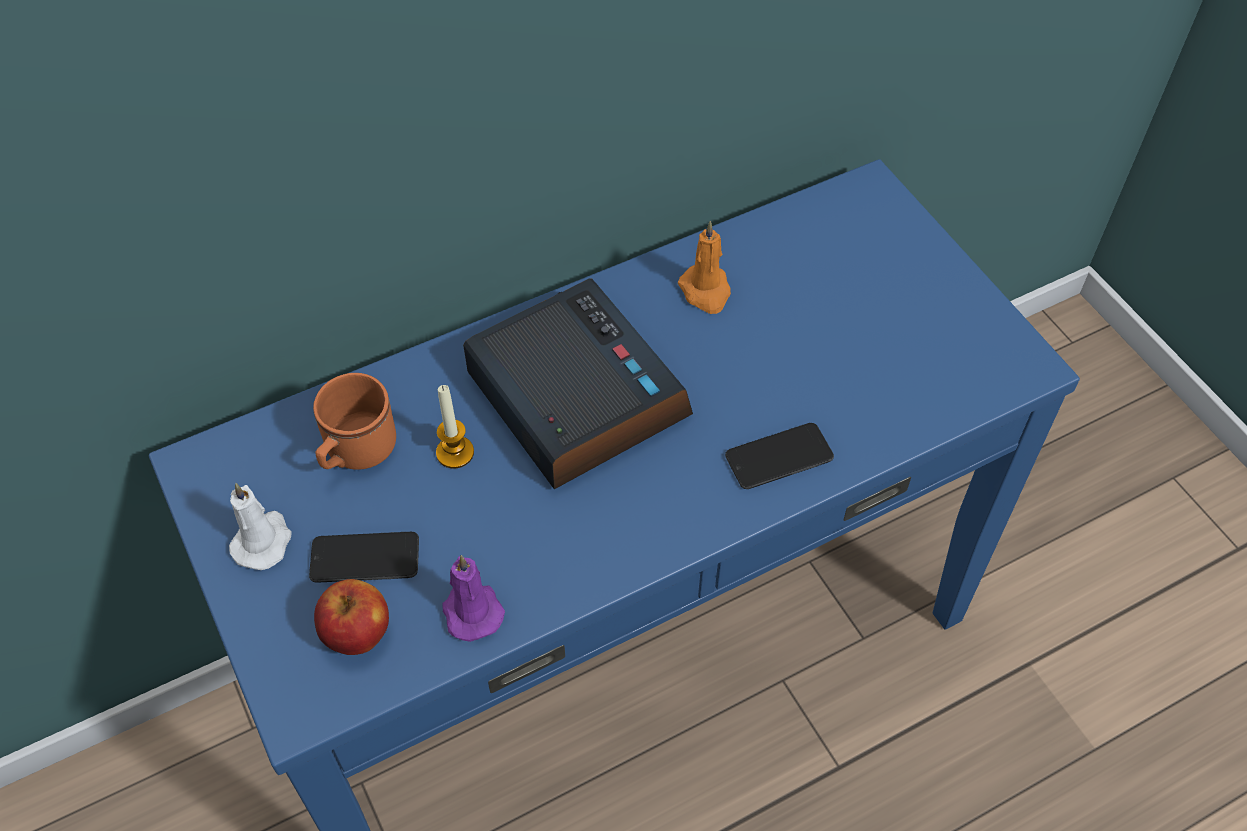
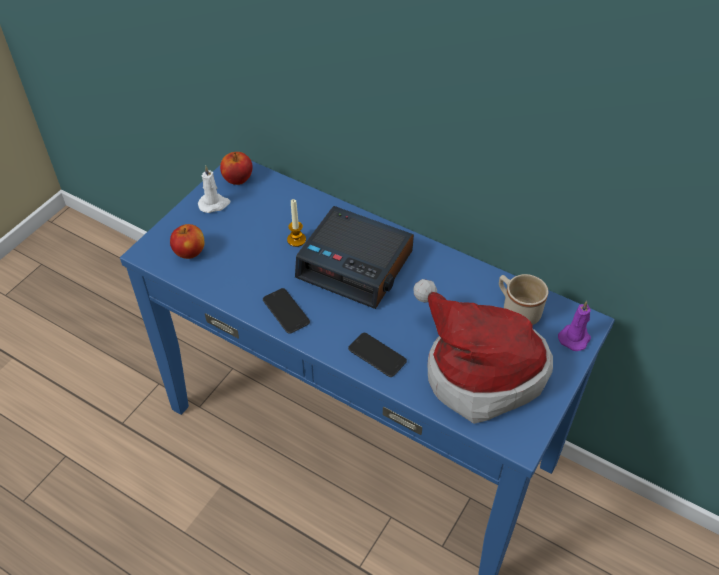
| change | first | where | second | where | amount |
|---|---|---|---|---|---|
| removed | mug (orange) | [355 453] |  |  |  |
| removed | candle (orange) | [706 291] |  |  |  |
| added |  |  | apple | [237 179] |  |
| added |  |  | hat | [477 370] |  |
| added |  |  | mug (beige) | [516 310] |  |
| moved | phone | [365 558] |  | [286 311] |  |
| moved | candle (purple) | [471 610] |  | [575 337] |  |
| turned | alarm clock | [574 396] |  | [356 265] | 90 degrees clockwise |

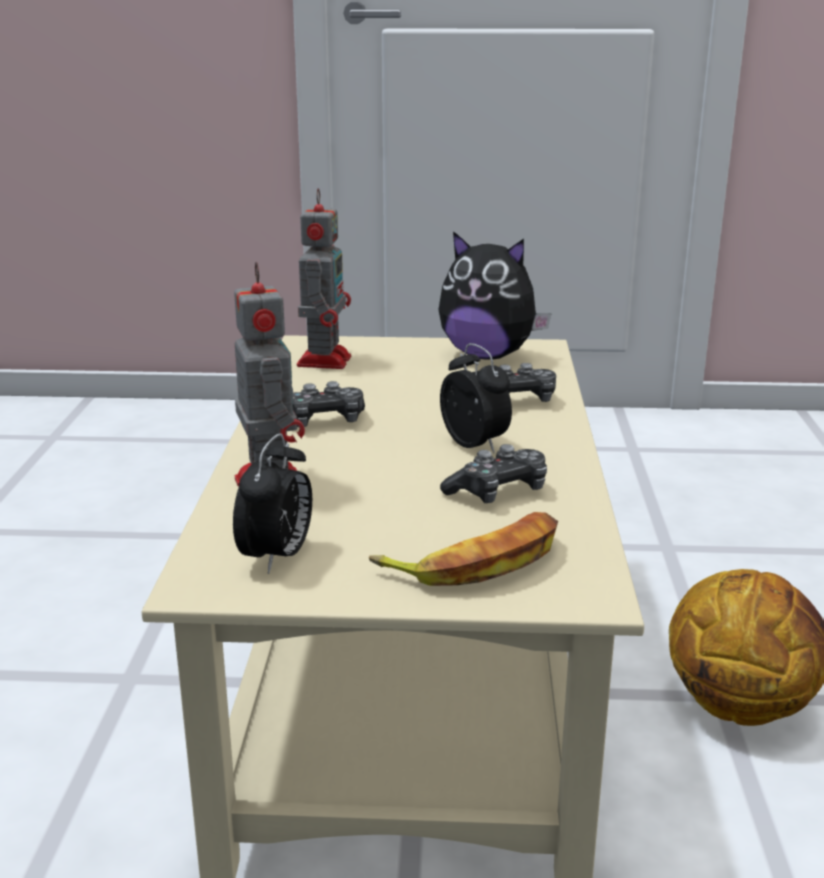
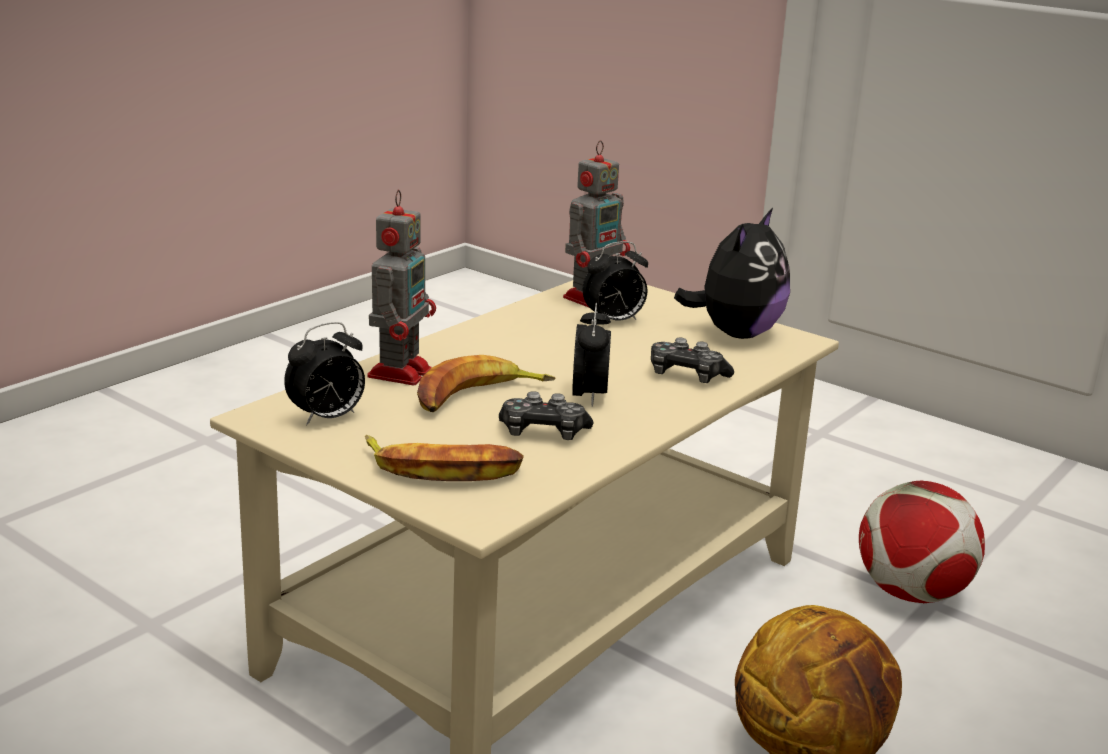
| change | first | where | second | where | amount |
|---|---|---|---|---|---|
| removed | game controller | [323 421] |  |  |  |
| added |  |  | banana | [478 397] |  |
| added |  |  | alarm clock | [614 321] |  |
| added |  |  | football | [912 593] |  |
| turned | plush toy | [488 355] |  | [735 333] | 120 degrees counterclockwise |

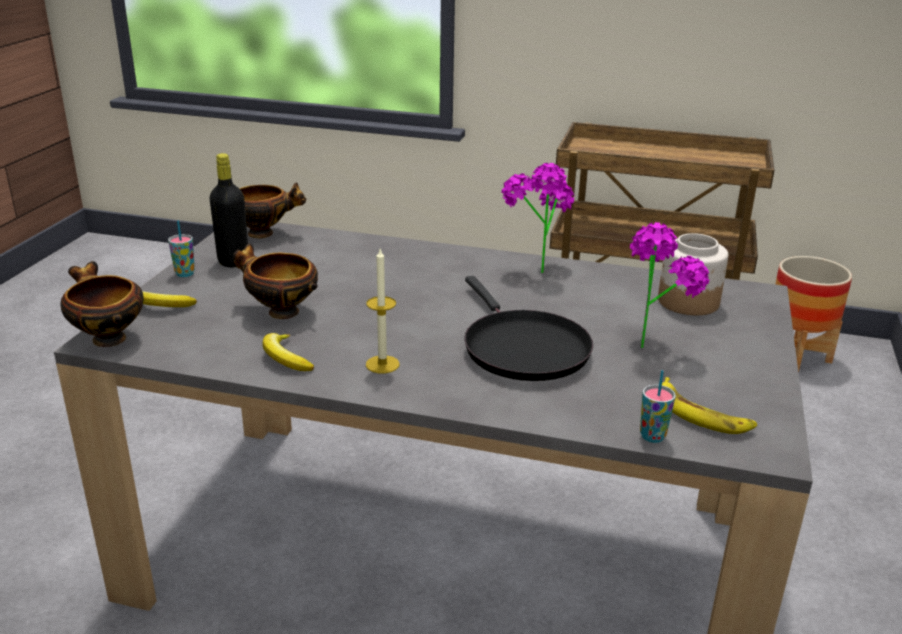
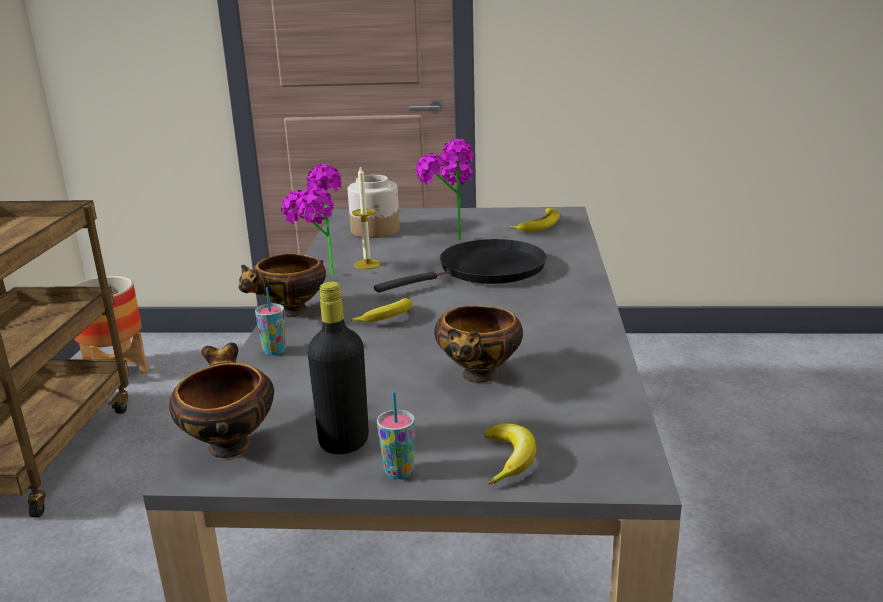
| change | first | where | second | where | amount |
|---|---|---|---|---|---|
| moved | bowl | [107 338] |  | [290 313] |  |
| moved | banana | [285 358] |  | [387 318] |  |
| moved | candle | [382 364] |  | [367 264] |  |
| moved | cup | [652 436] |  | [274 351] |  |

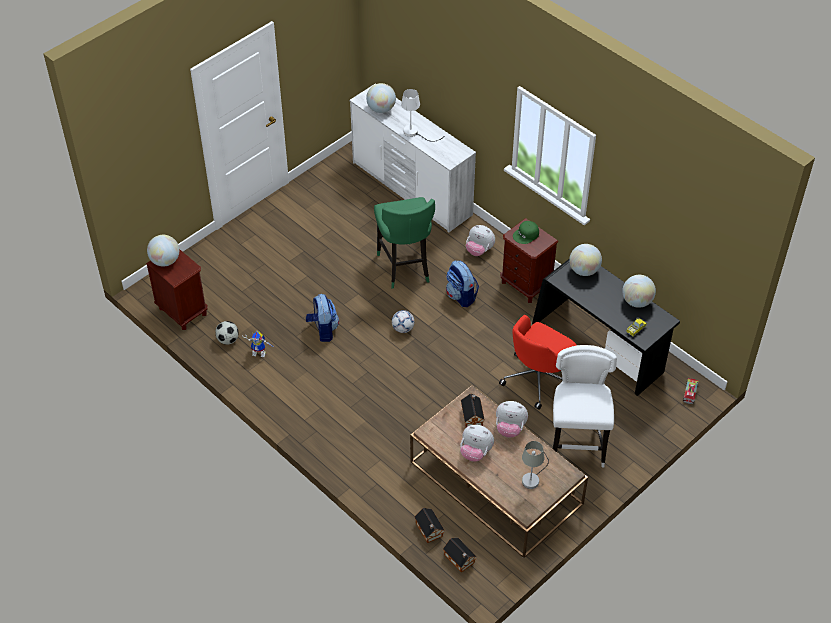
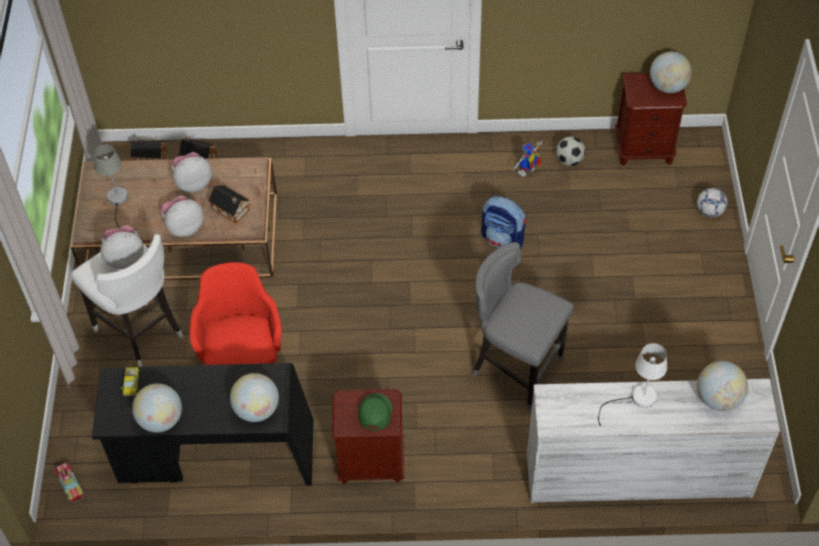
| change | first | where | second | where | amount |
|---|---|---|---|---|---|
| removed | backpack | [461 296] |  |  |  |
| moved | football | [403 328] |  | [709 211] |  |
| moved | plush toy | [479 250] |  | [125 258] |  |
| recoloured | stool (green) | [405 268] | stool (grey) | [515 369] |  |

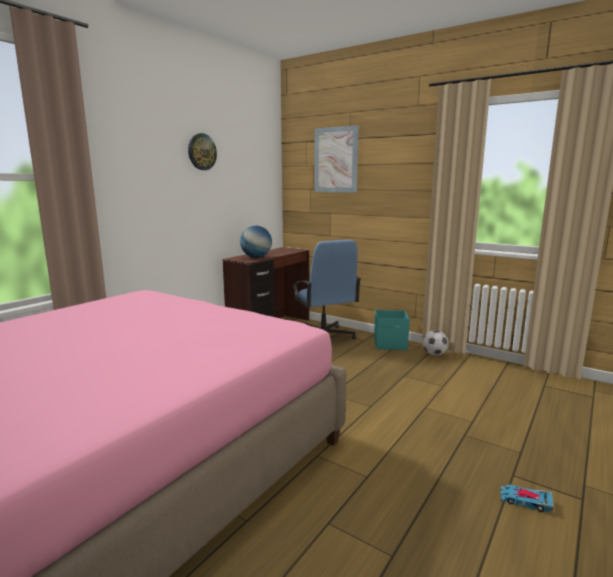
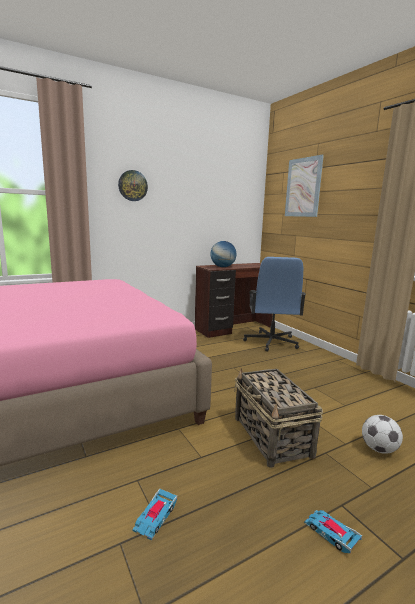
| change | first | where | second | where | amount |
|---|---|---|---|---|---|
| removed | storage box (turquoise) | [390 344] |  |  |  |
| added |  |  | toy car | [155 517] |  |
| added |  |  | basket | [272 437] |  |
| moved | wall clock | [202 152] |  | [132 185] |  |
| moved | football | [434 354] |  | [379 449] |  |

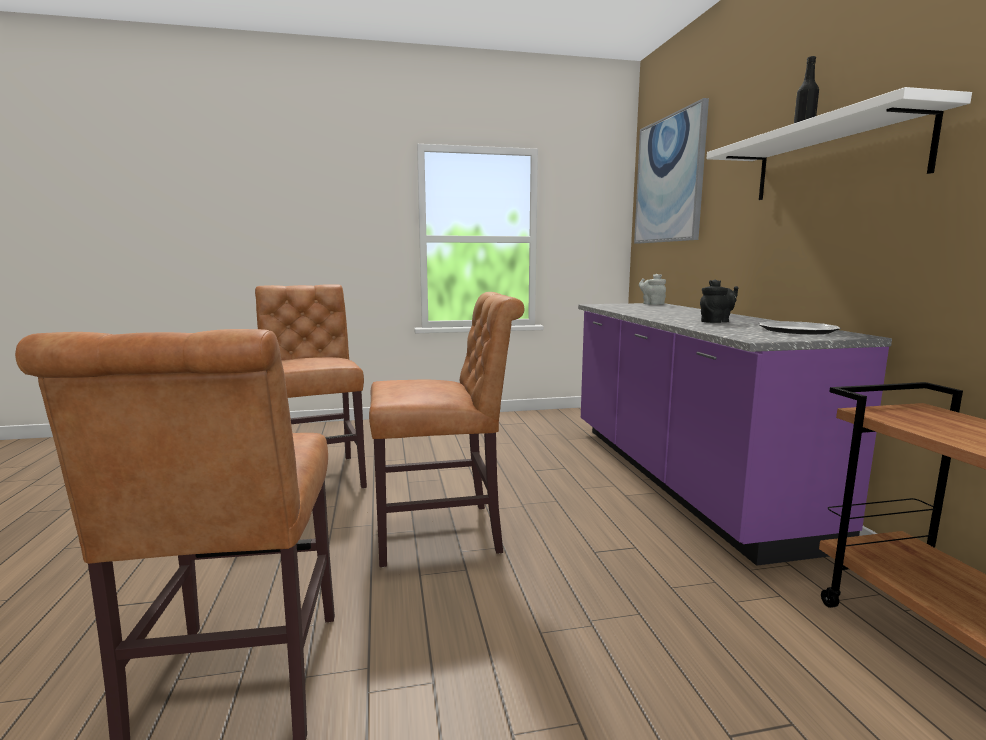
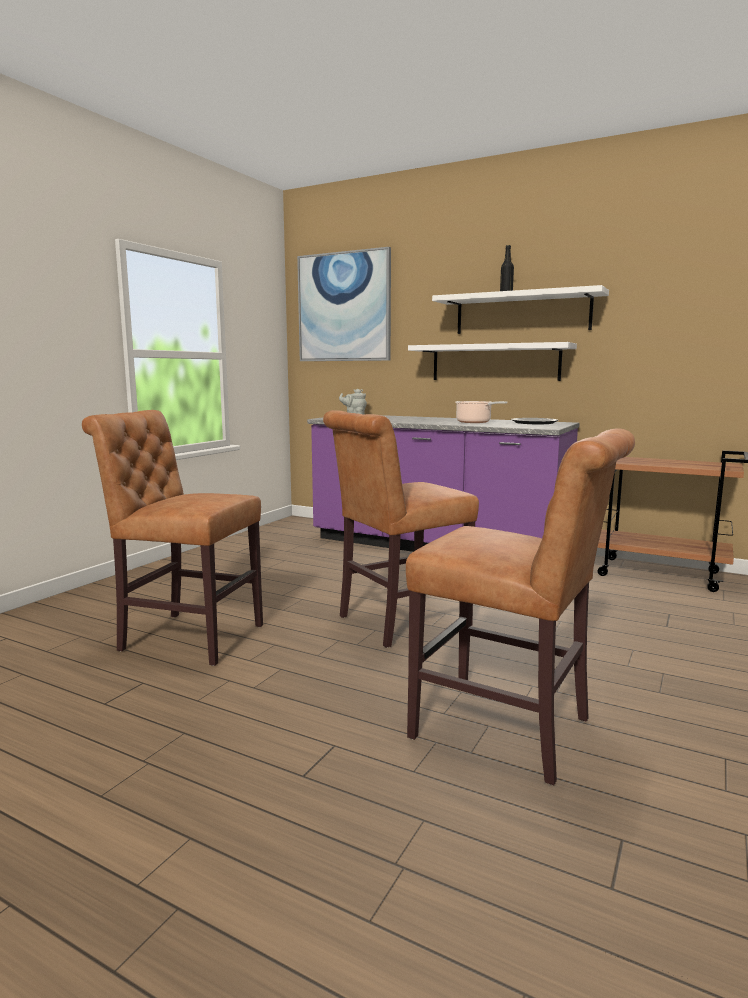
| change | first | where | second | where | amount |
|---|---|---|---|---|---|
| added |  |  | shelf (white) | [495 362] |  |
| replaced | teapot (black) | [716 322] | cooking pot | [475 422] |  |
| turned | chair (brown) | [445 533] |  | [397 622] | 150 degrees counterclockwise |

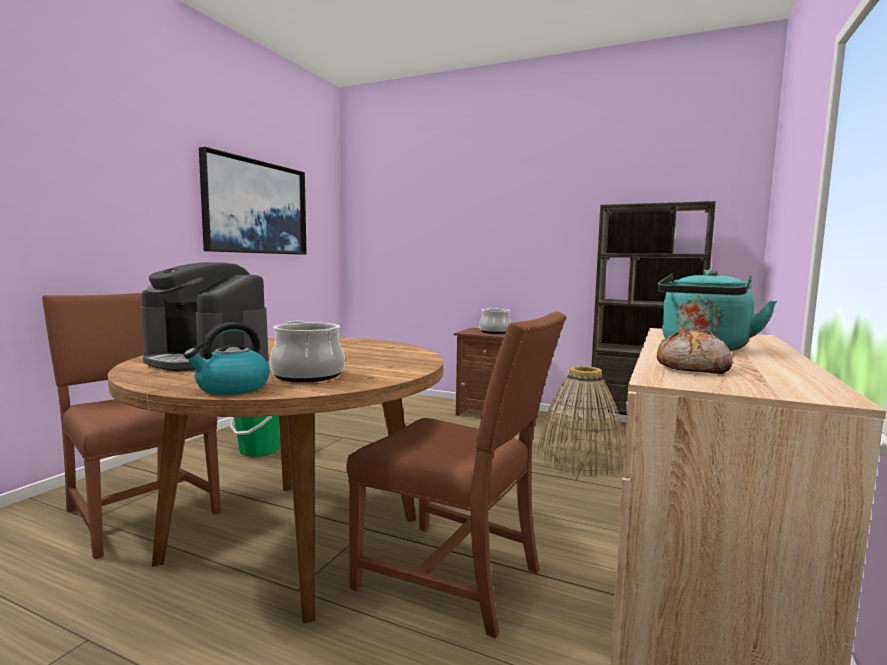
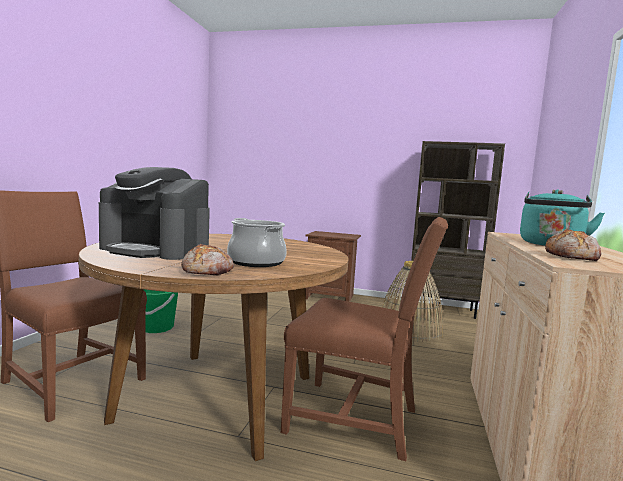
| change | first | where | second | where | amount |
|---|---|---|---|---|---|
| removed | picture | [256 207] |  |  |  |
| removed | cooking pot | [495 332] |  |  |  |
| replaced | kettle | [232 388] | bread | [208 271] |  |

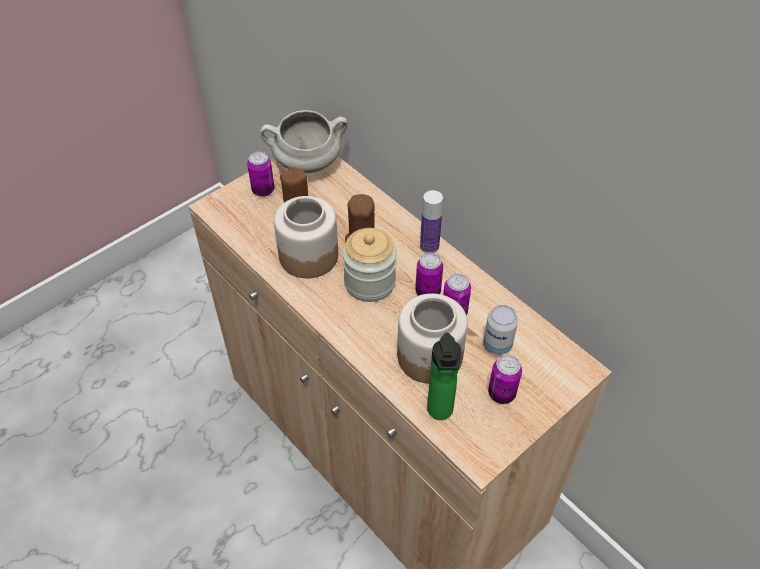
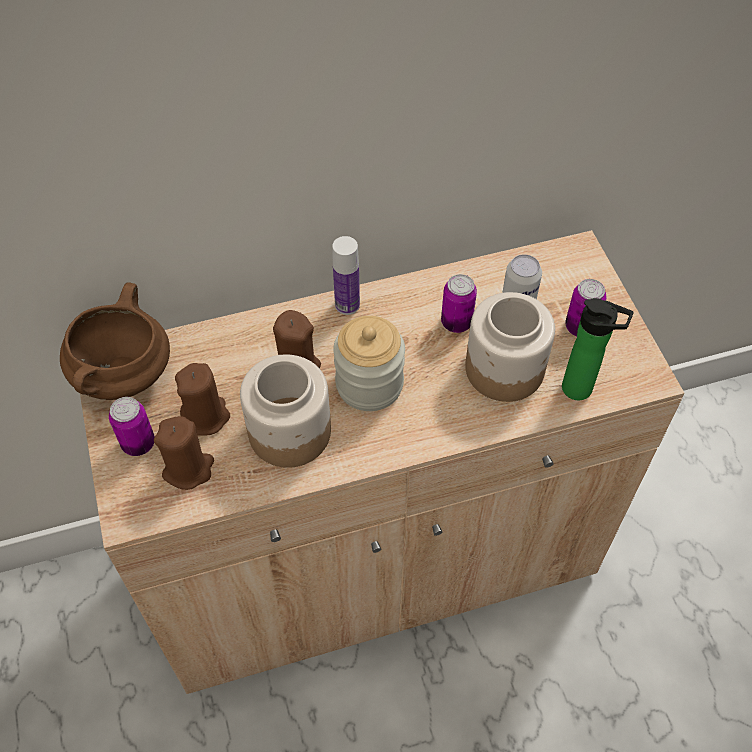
| change | first | where | second | where | amount |
|---|---|---|---|---|---|
| removed | can | [428 292] |  |  |  |
| added |  |  | candle (brown) | [188 469] |  |
| recoloured | cooking pot (white) | [306 164] | cooking pot (brown) | [124 376] |  |

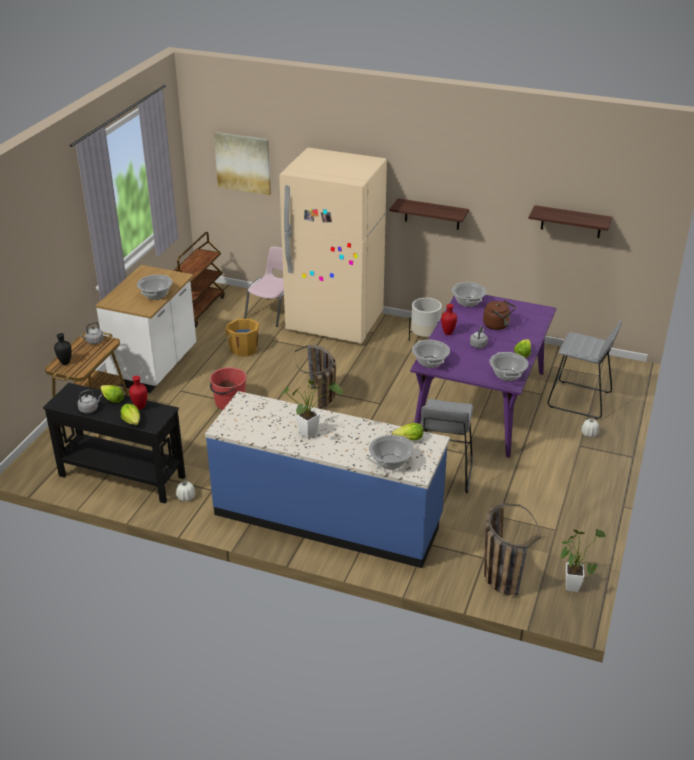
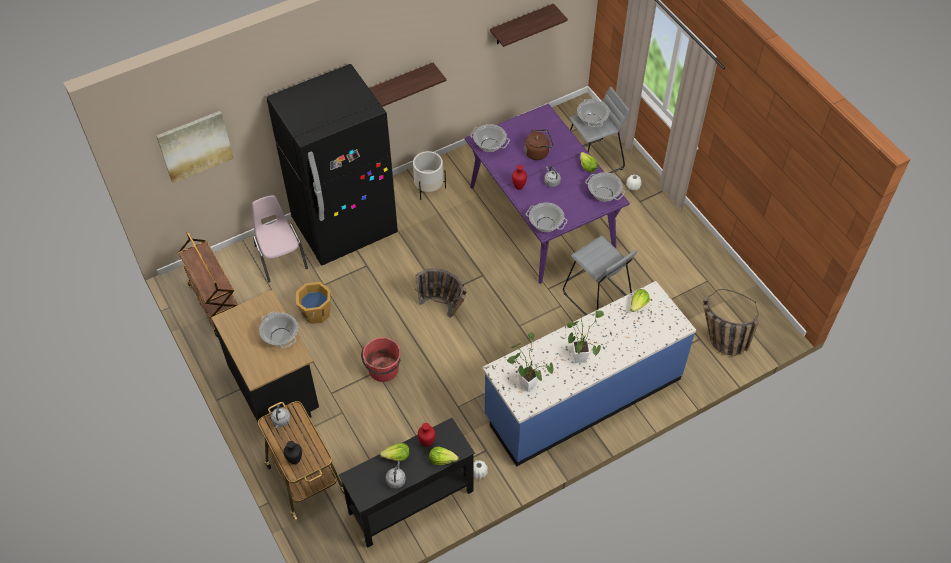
| change | first | where | second | where | amount |
|---|---|---|---|---|---|
| moved | cooking pot | [390 462] |  | [592 120] |  |
| moved | potted plant | [572 584] |  | [525 382] |  |
| recoloured | counter (white) | [155 367] | counter (black) | [276 390] |  |
| recoloured | fridge (beige) | [335 323] | fridge (black) | [345 227] |  |

